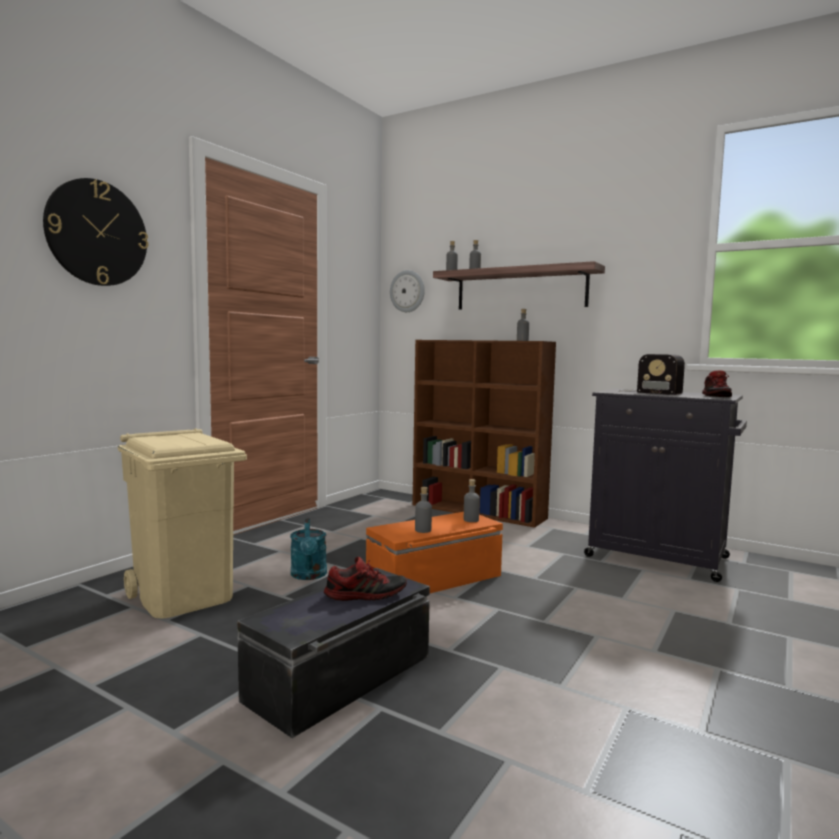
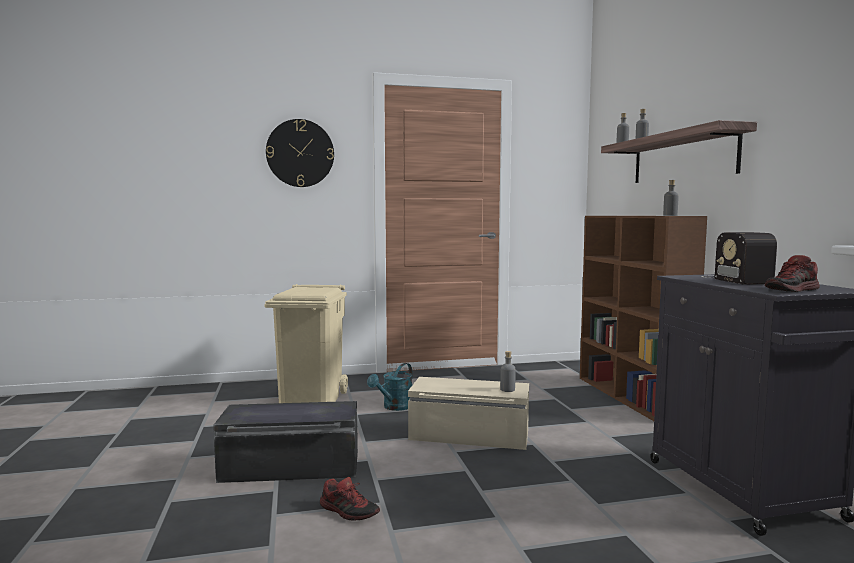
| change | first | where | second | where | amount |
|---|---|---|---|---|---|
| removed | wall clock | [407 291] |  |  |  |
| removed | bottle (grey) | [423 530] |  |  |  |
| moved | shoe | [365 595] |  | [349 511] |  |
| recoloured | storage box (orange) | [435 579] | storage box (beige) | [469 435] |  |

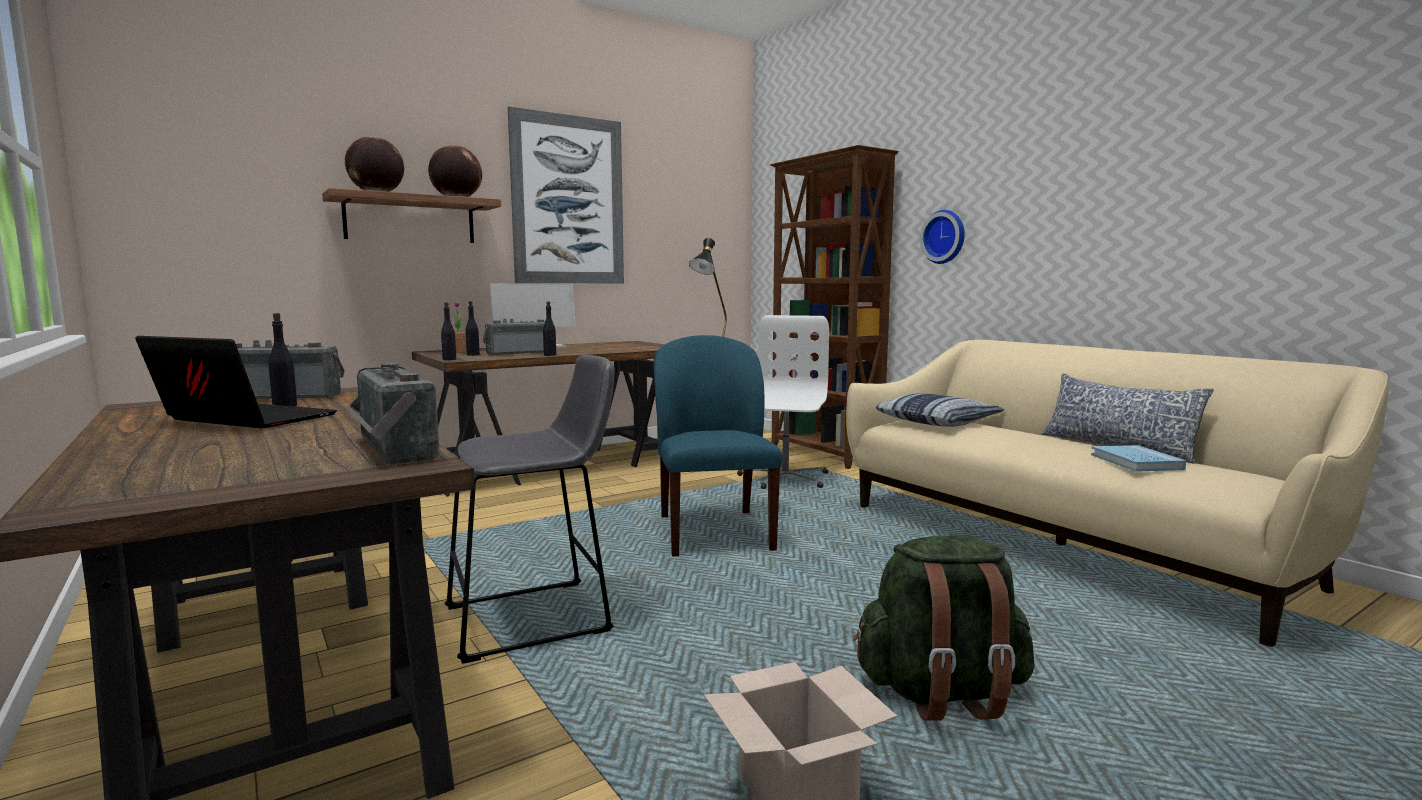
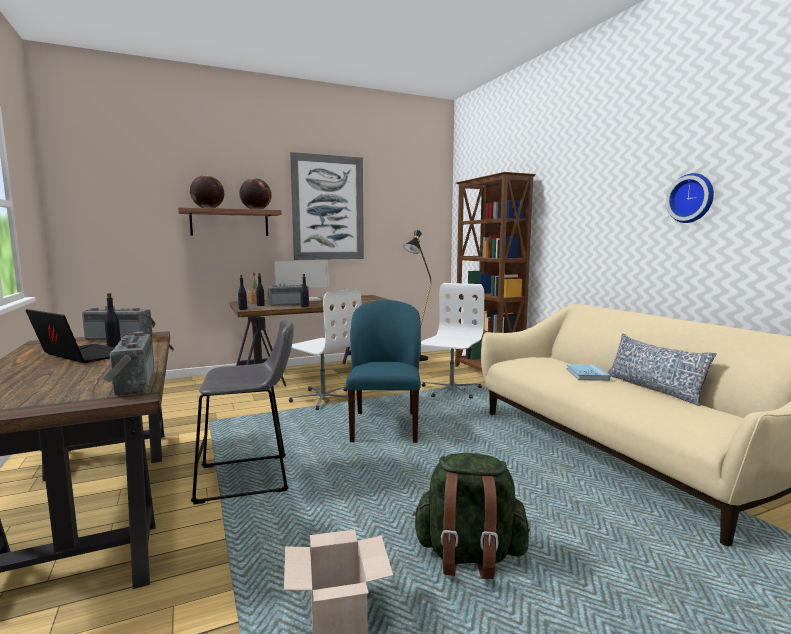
| change | first | where | second | where | amount |
|---|---|---|---|---|---|
| removed | pillow | [938 422] |  |  |  |
| added |  |  | office chair (white) | [323 398] |  |
| moved | wall clock | [945 237] |  | [692 198] |  |
| moved | book (blue) | [1136 462] |  | [587 374] |  |

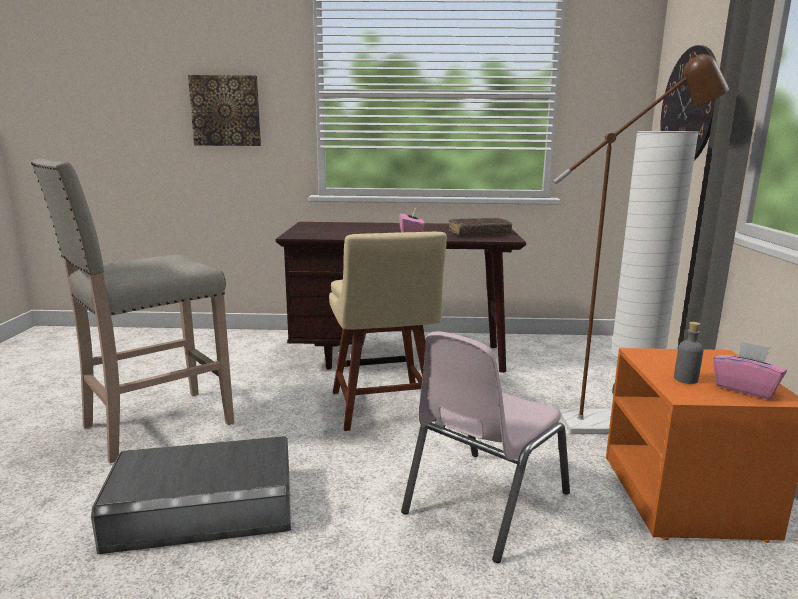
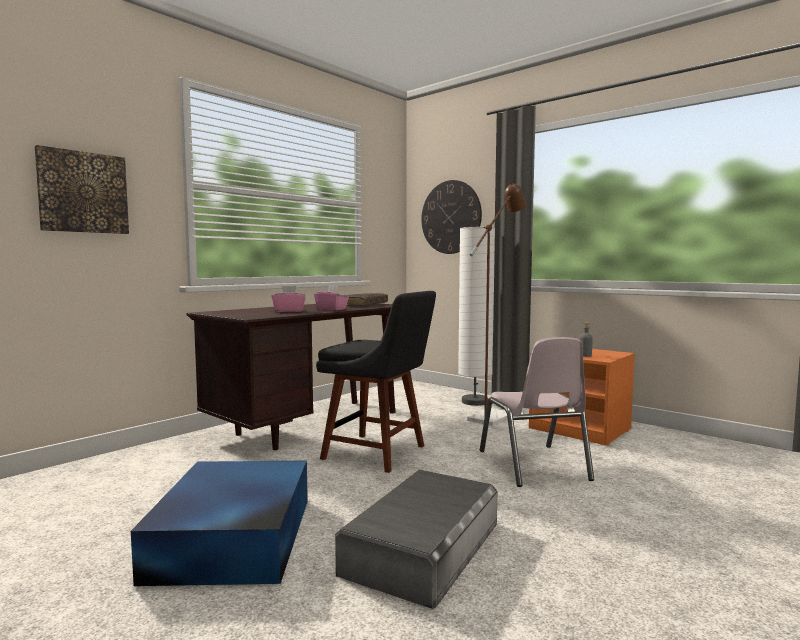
| change | first | where | second | where | amount |
|---|---|---|---|---|---|
| moved | tissue box (pink) | [745 388] |  | [289 311] |  |
| replaced | stool (beige) | [154 425] | storage box (blue) | [231 538] |  |
| recoloured | chair (beige) | [383 408] | chair (black) | [379 453] |  |

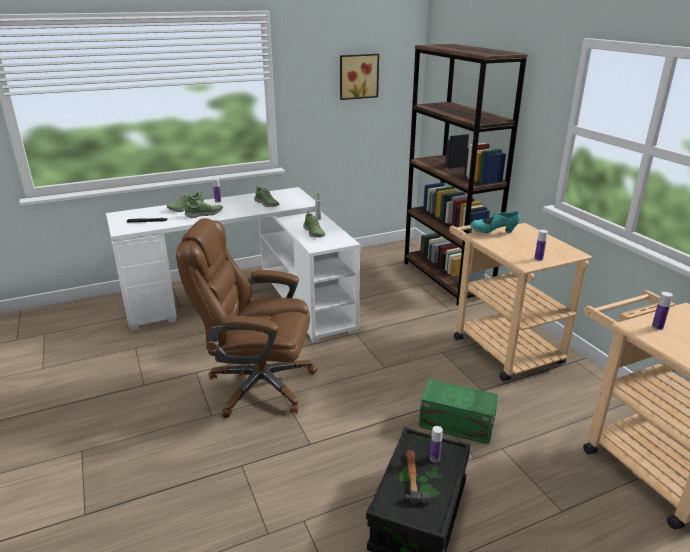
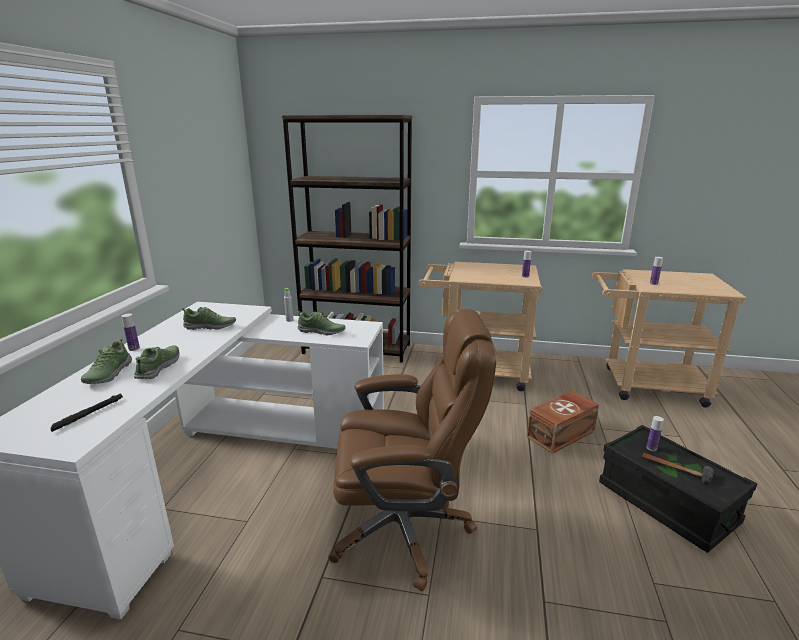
| change | first | where | second | where | amount |
|---|---|---|---|---|---|
| removed | picture | [358 76] |  |  |  |
| removed | shoe (turquoise) | [493 232] |  |  |  |
| recoloured | storage box (green) | [457 425] | storage box (brown) | [562 434] |  |
| turned | office chair (brown) | [258 385] |  | [404 528] | 135 degrees counterclockwise |

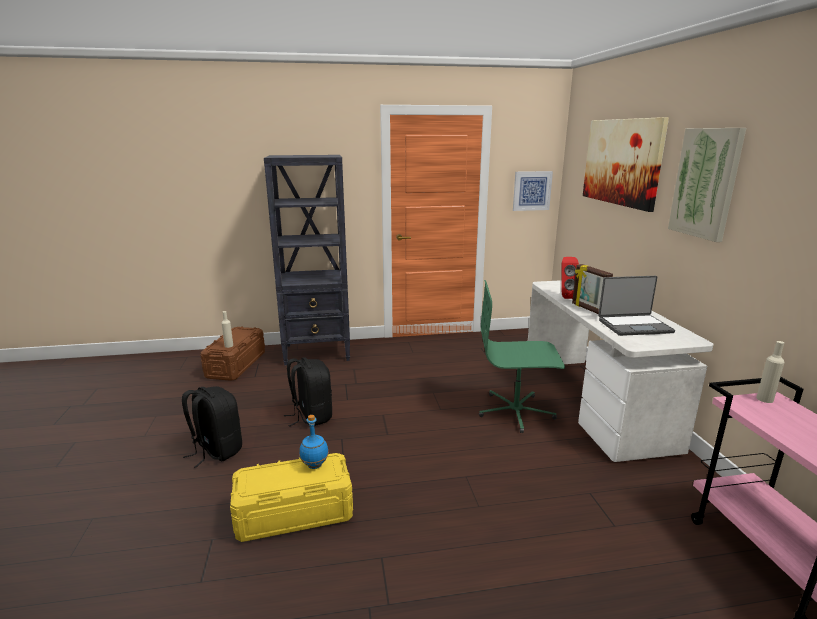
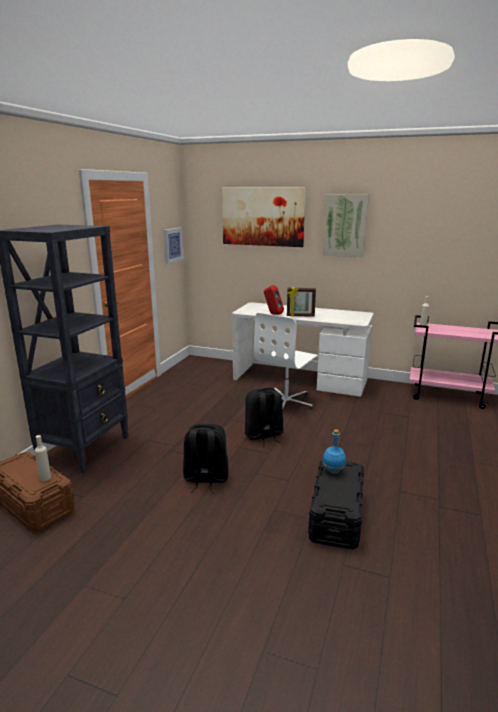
| change | first | where | second | where | amount |
|---|---|---|---|---|---|
| removed | laptop | [634 326] |  |  |  |
| moved | backpack (black) | [216 450] |  | [264 436] |  |
| recoloured | storage box (yellow) | [294 513] | storage box (black) | [336 516] |  |
| recoloured | office chair (green) | [516 412] | office chair (white) | [286 402] |  |

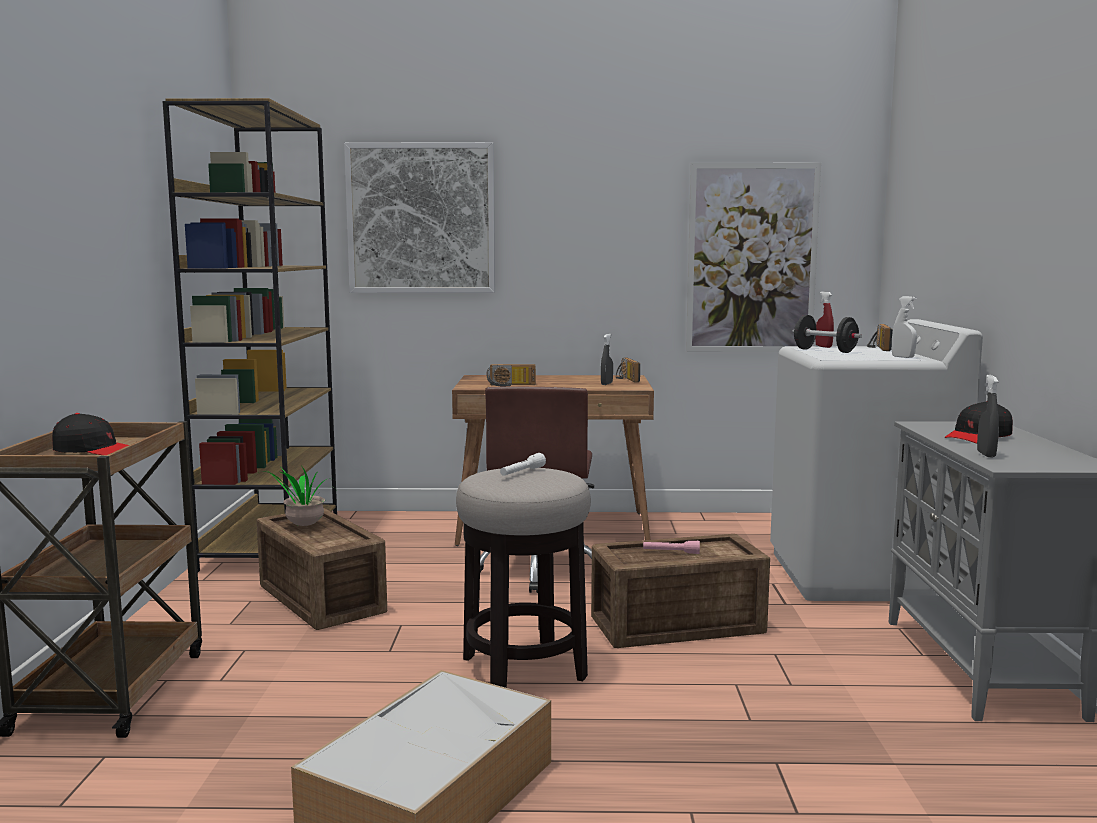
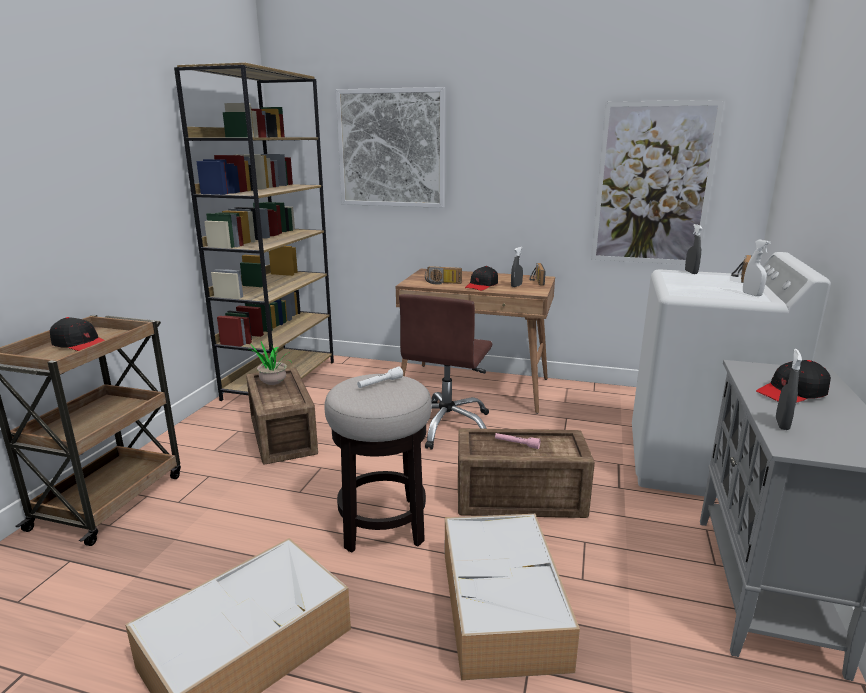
| change | first | where | second | where | amount |
|---|---|---|---|---|---|
| removed | dumbbell (black) | [825 351] |  |  |  |
| added |  |  | storage box | [503 608] |  |
| added |  |  | cap (black) | [481 286] |  |
| recoloured | spray bottle (red) | [823 346] | spray bottle (grey) | [691 272] |  |

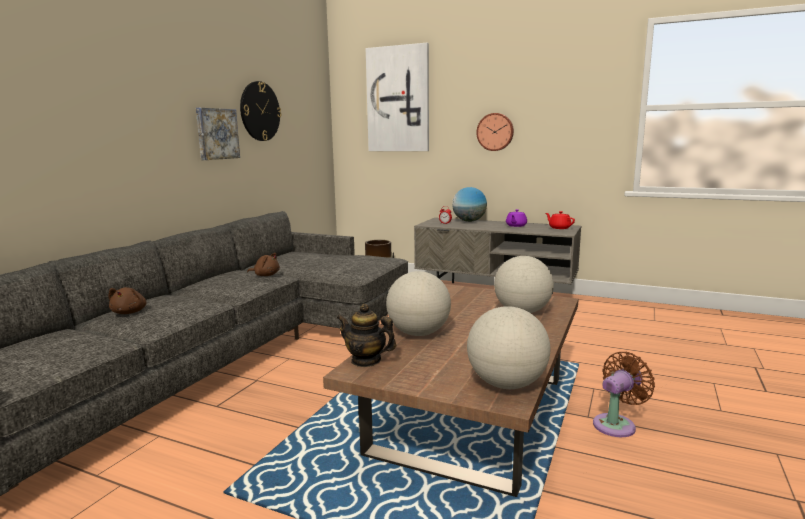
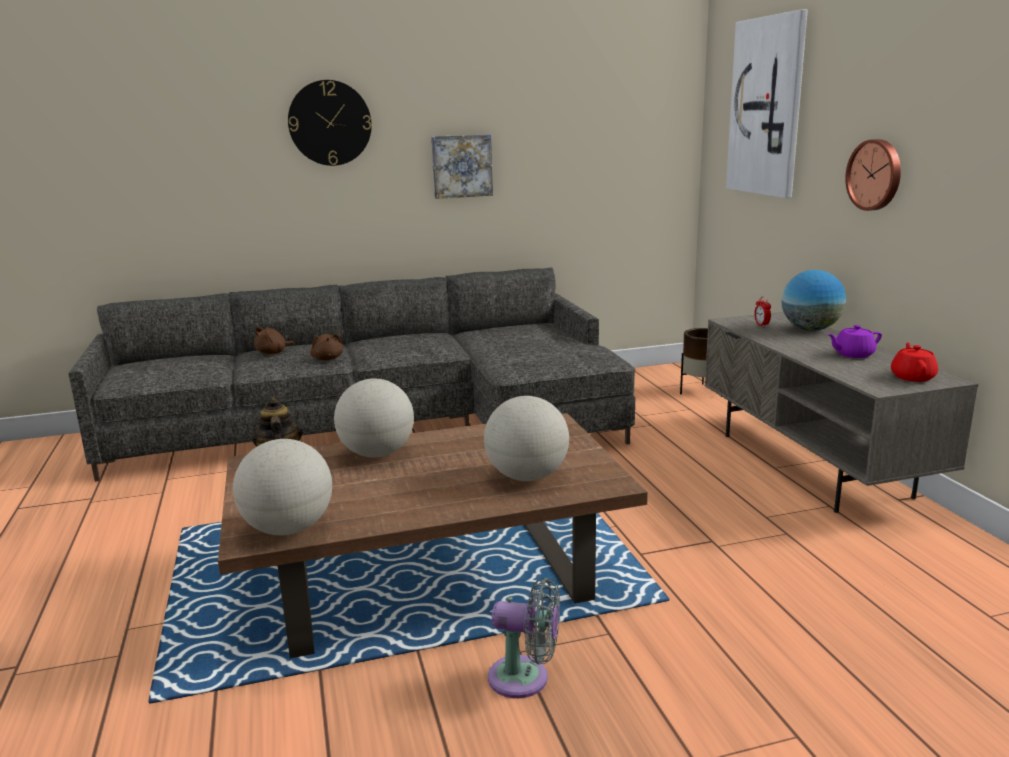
| change | first | where | second | where | amount |
|---|---|---|---|---|---|
| moved | wall clock | [260 111] |  | [330 123] |  |
| moved | plush toy (brown) | [266 275] |  | [327 359] |  |
| recoloured | fan (brown) | [616 424] | fan (grey) | [525 678] |  |

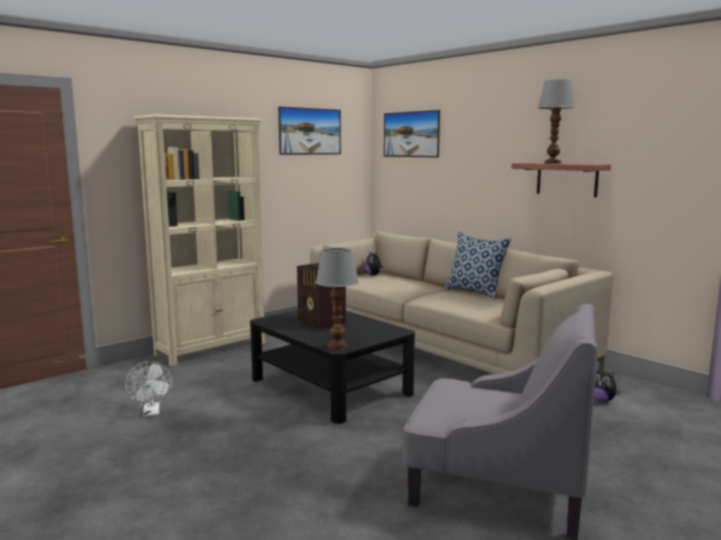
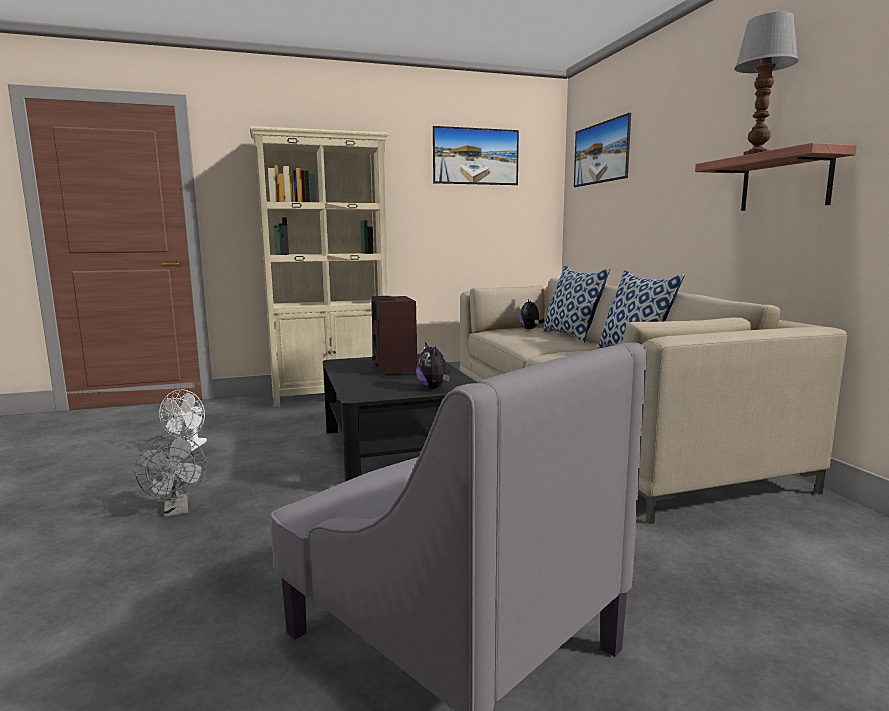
| change | first | where | second | where | amount |
|---|---|---|---|---|---|
| removed | table lamp | [338 346] |  |  |  |
| added |  |  | fan (grey) | [177 511] |  |
| added |  |  | pillow | [572 336] |  |
| moved | plush toy | [602 400] |  | [433 388] |  |

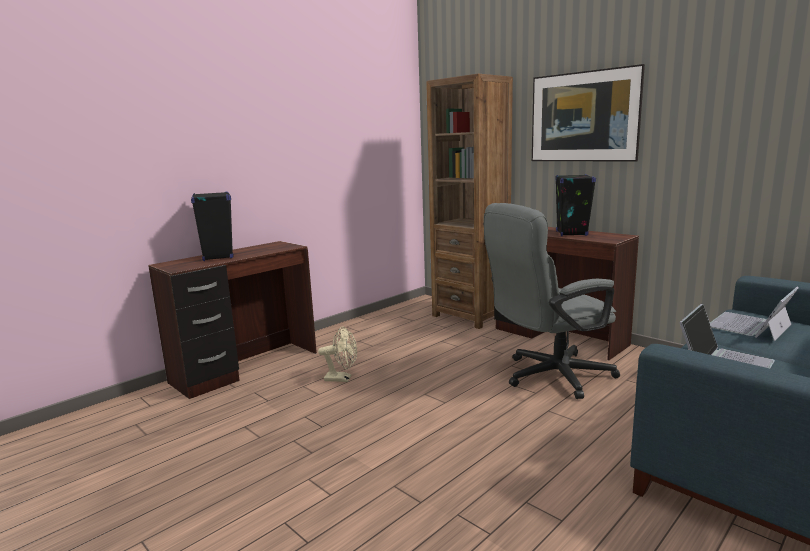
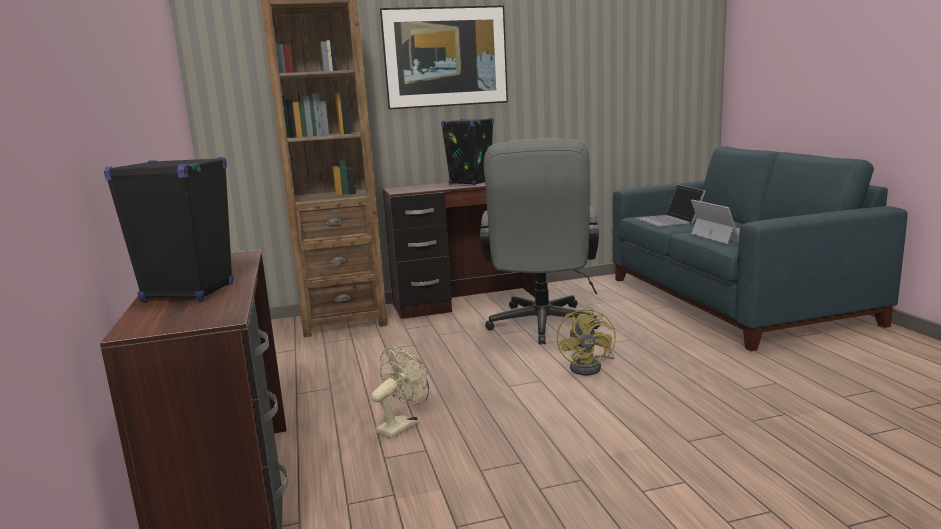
| change | first | where | second | where | amount |
|---|---|---|---|---|---|
| added |  |  | fan (yellow) | [590 367] |  |

